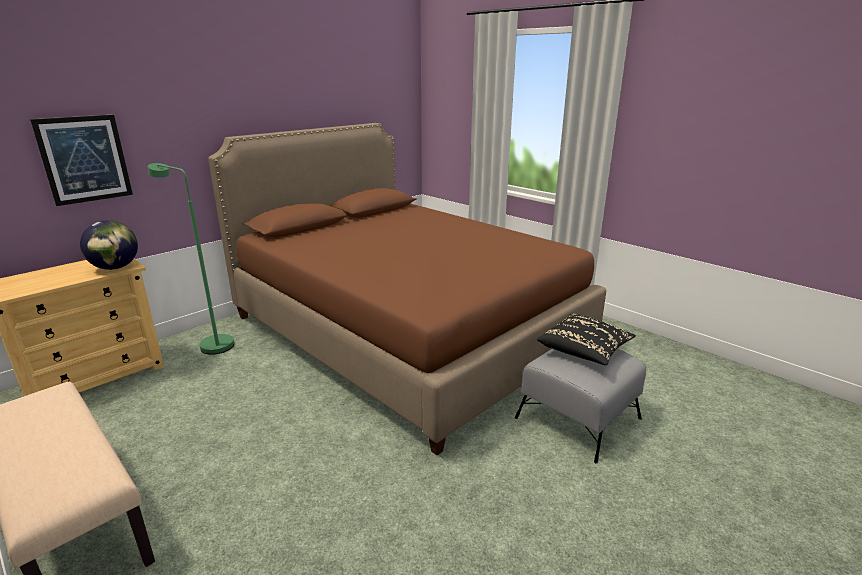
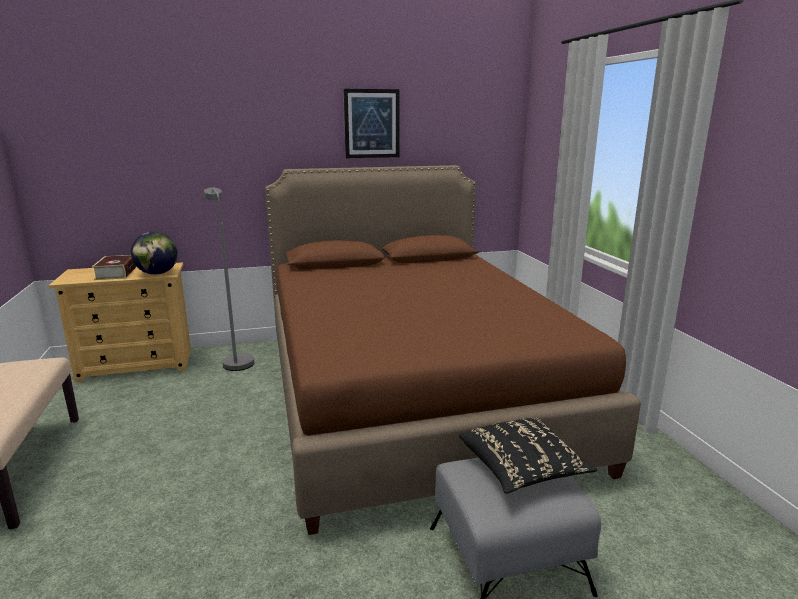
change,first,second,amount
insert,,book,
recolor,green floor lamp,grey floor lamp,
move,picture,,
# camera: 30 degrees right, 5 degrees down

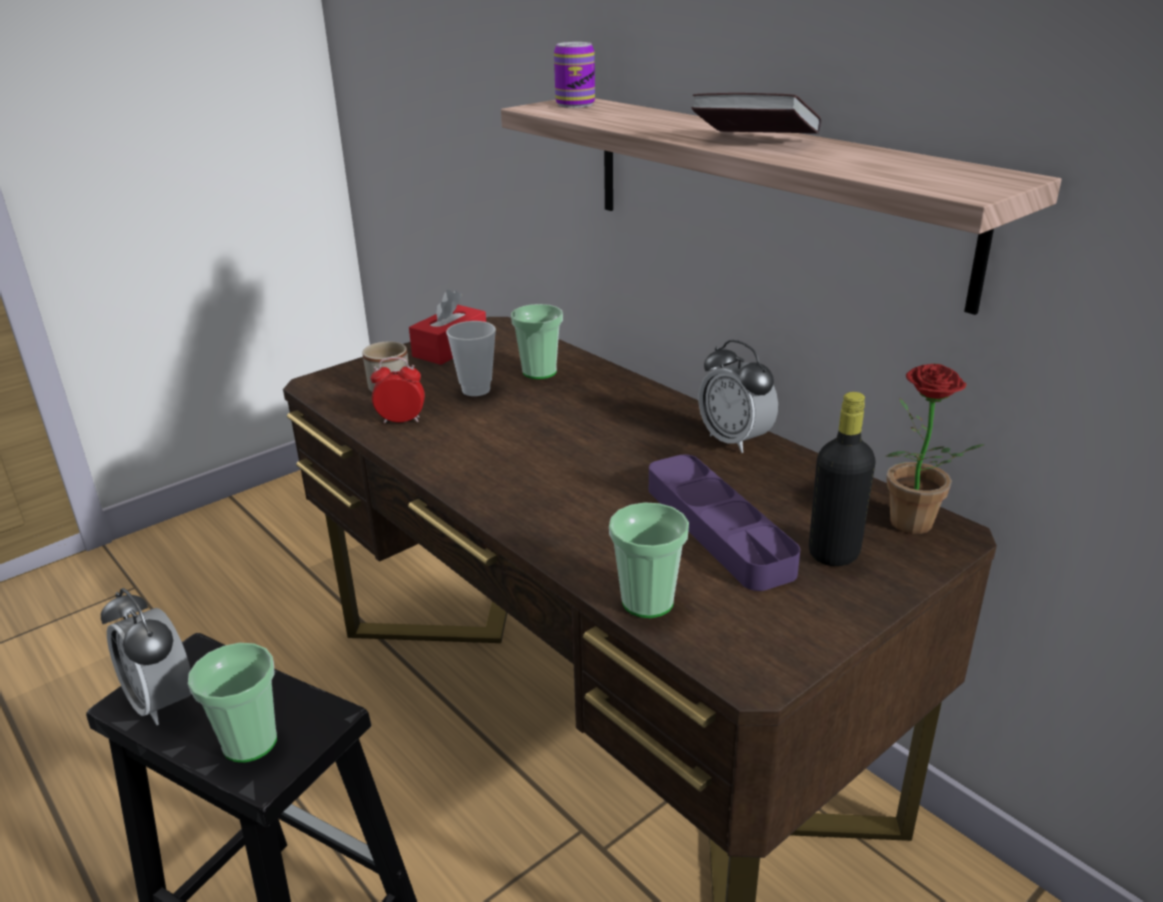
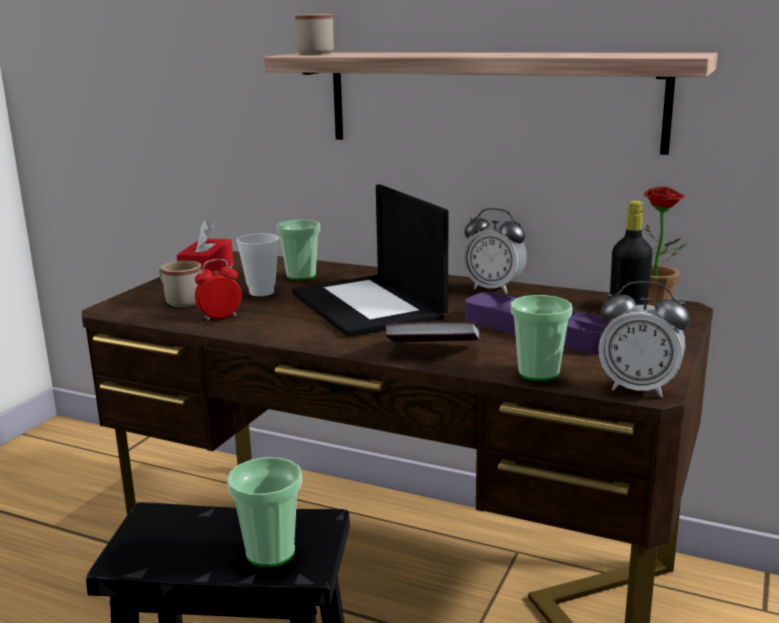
change,first,second,amount
insert,,laptop,
replace,can,beige mug (2nd from left),
move,book,,
move,alarm clock (1st from left in the first image),alarm clock (3rd from left),
# camera: 25 degrees left, 10 degrees down

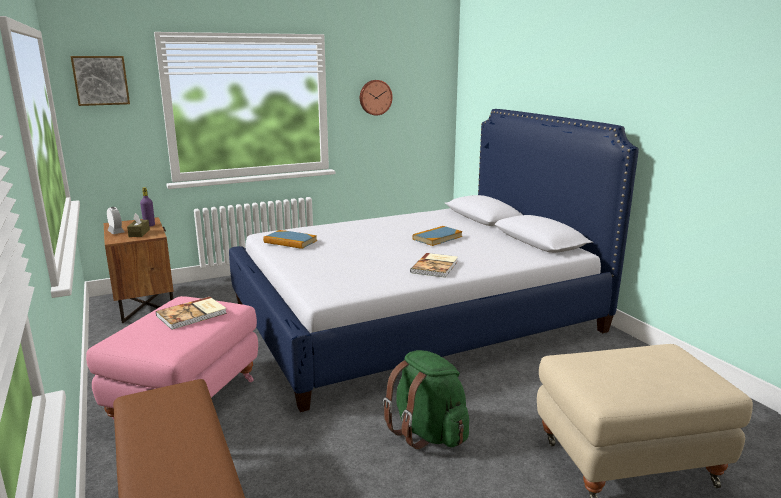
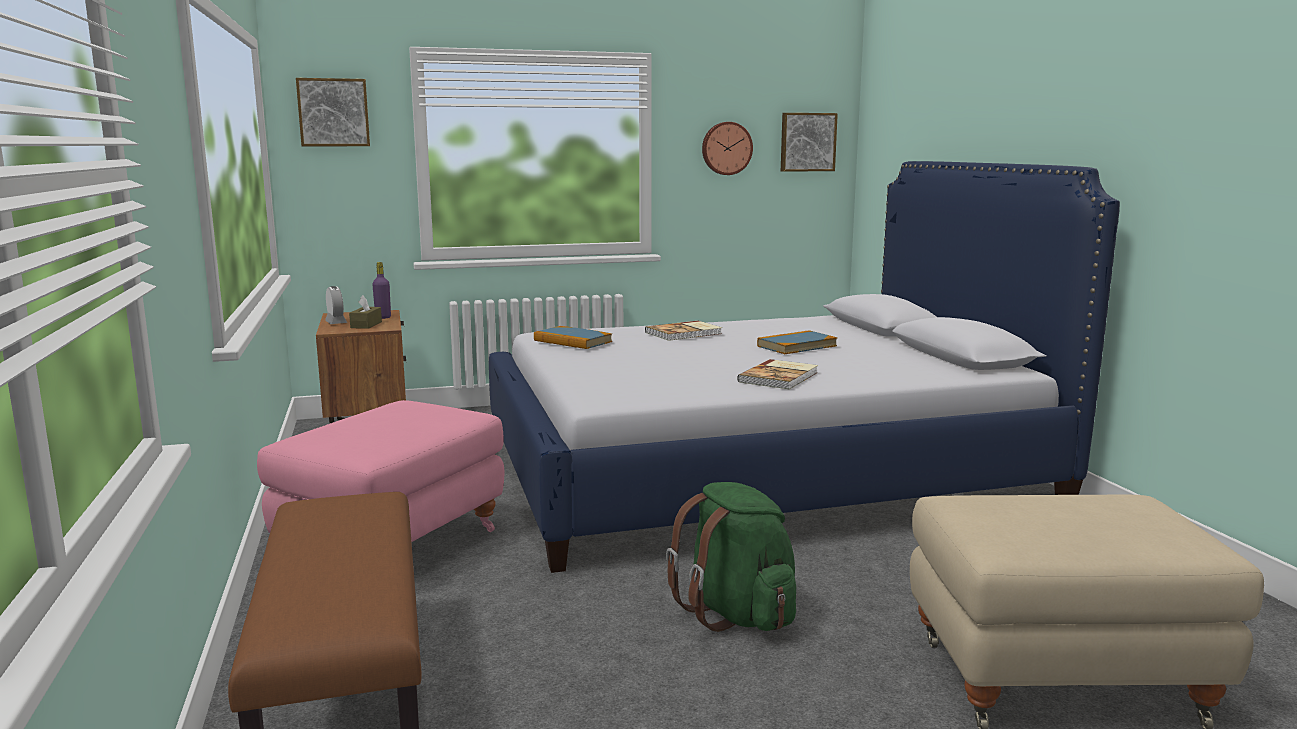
change,first,second,amount
move,book (1st from left in the first image),book (2nd from left),
insert,,picture (2nd from left),
# camera: 10 degrees right, 5 degrees down

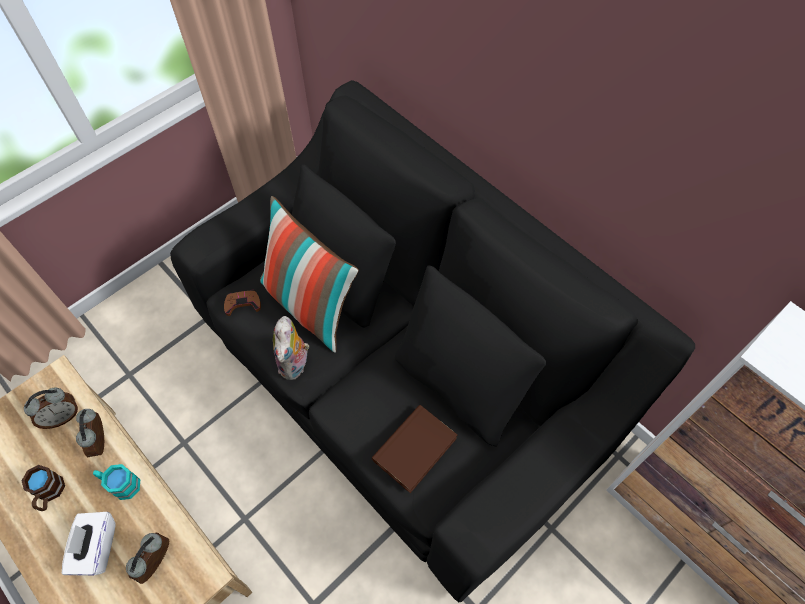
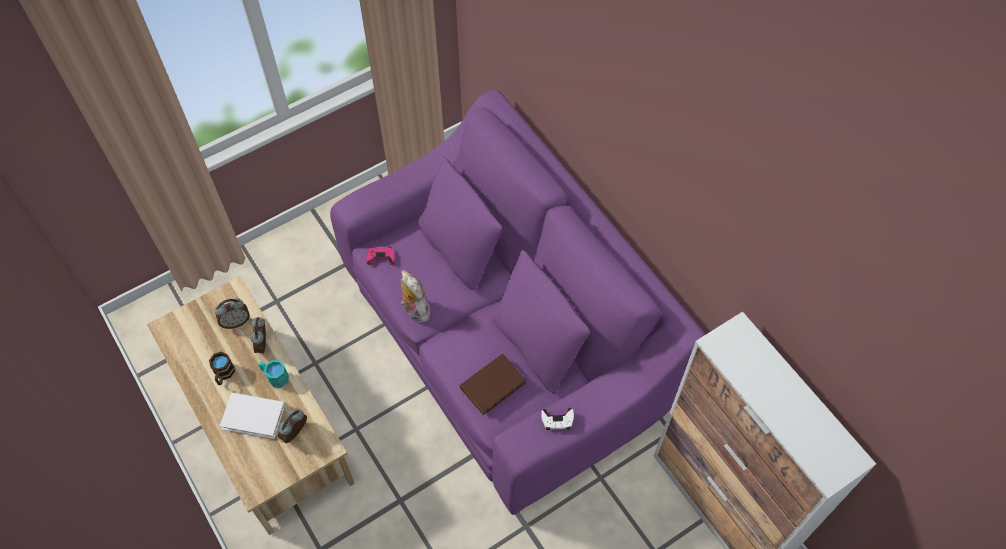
change,first,second,amount
replace,white tissue box,white book,
recolor,black sofa,purple sofa,
recolor,brown game controller,pink game controller,
rotate,plush toy,,135 degrees clockwise
insert,,white game controller,
delete,pillow,,
# camera: 10 degrees right, 0 degrees up

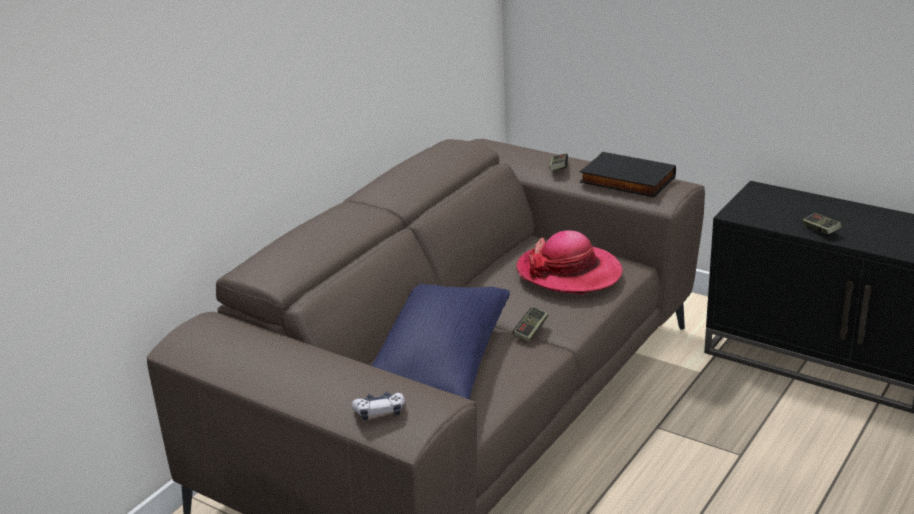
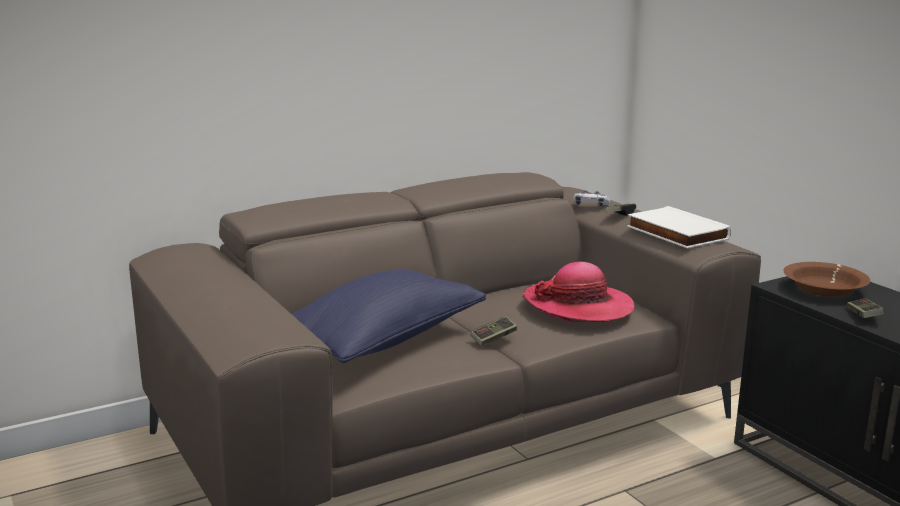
change,first,second,amount
move,game controller (1st from left in the first image),game controller (2nd from left),
recolor,black book,white book,
insert,,brown bowl,
# camera: 25 degrees right, 10 degrees down

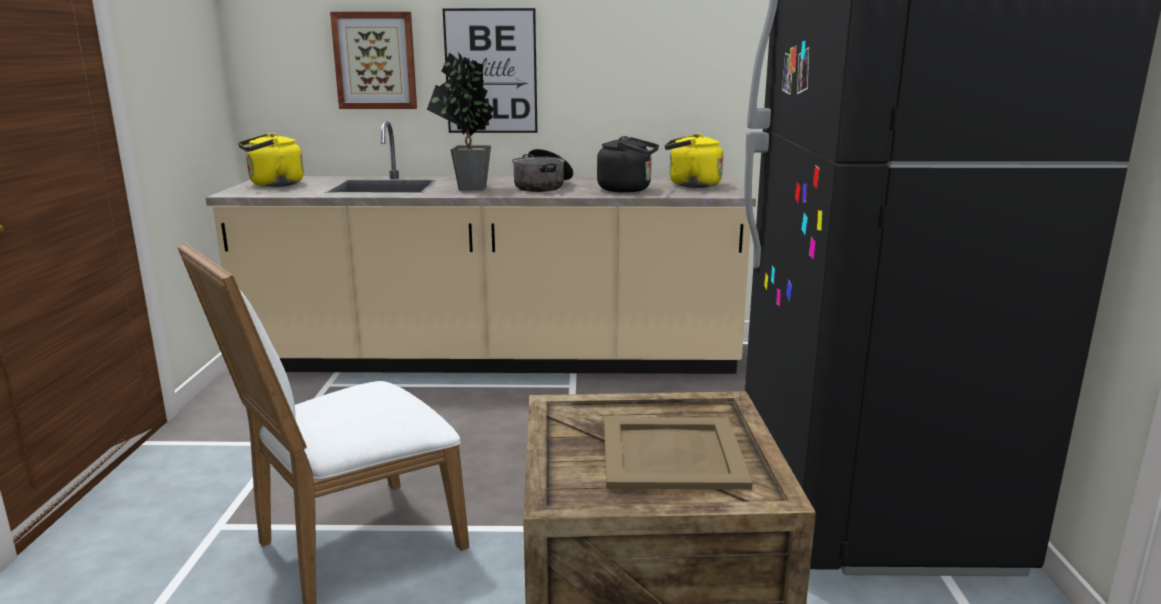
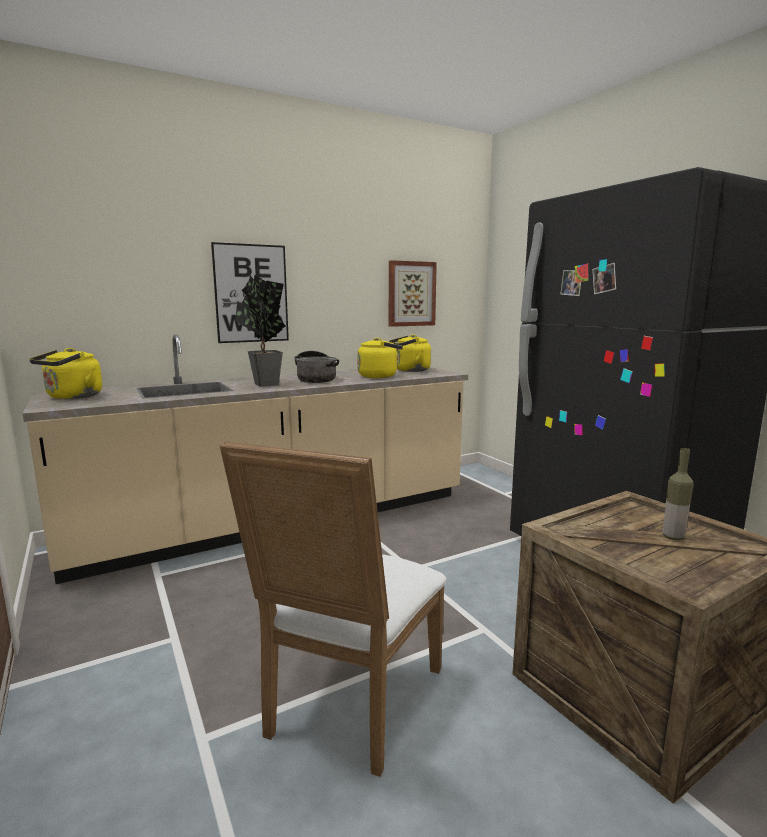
change,first,second,amount
recolor,black kettle,yellow kettle (2nd from left),
move,picture (1st from left in the first image),picture (2nd from left),
replace,beige tray,bottle,
# camera: 30 degrees left, 5 degrees down

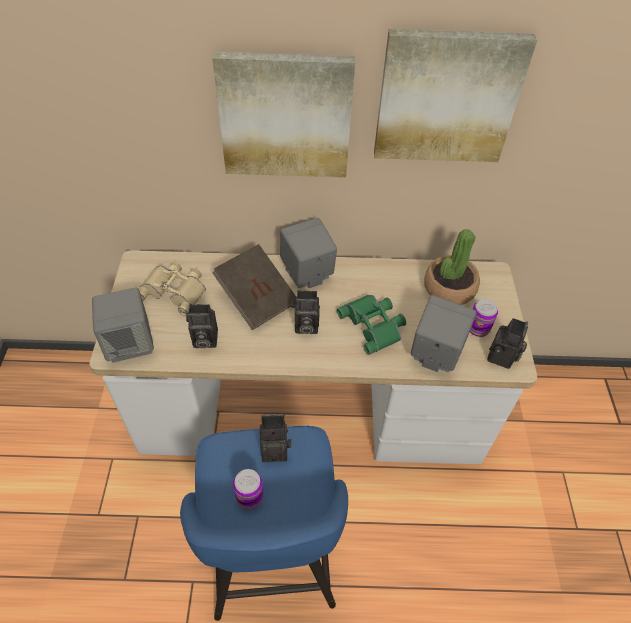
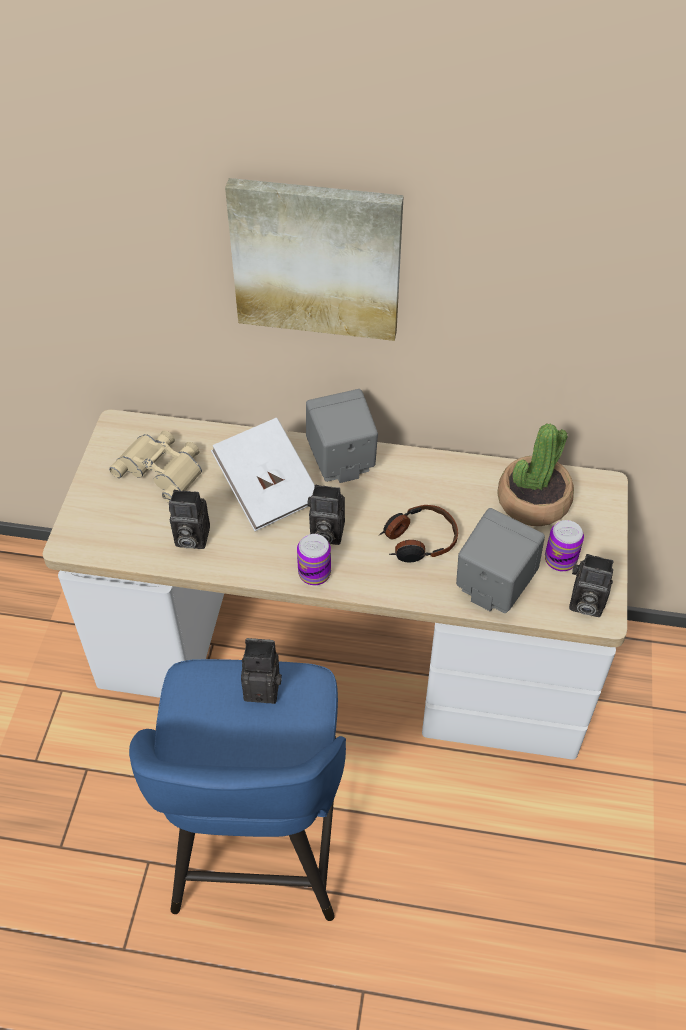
change,first,second,amount
recolor,brown book,white book,
move,can (1st from left),,
replace,green binoculars,headphones,
rotate,photo camera (4th from left),,75 degrees clockwise
delete,grey speaker (1st from left),,
delete,picture (2nd from left),,
# camera: 10 degrees right, 0 degrees up

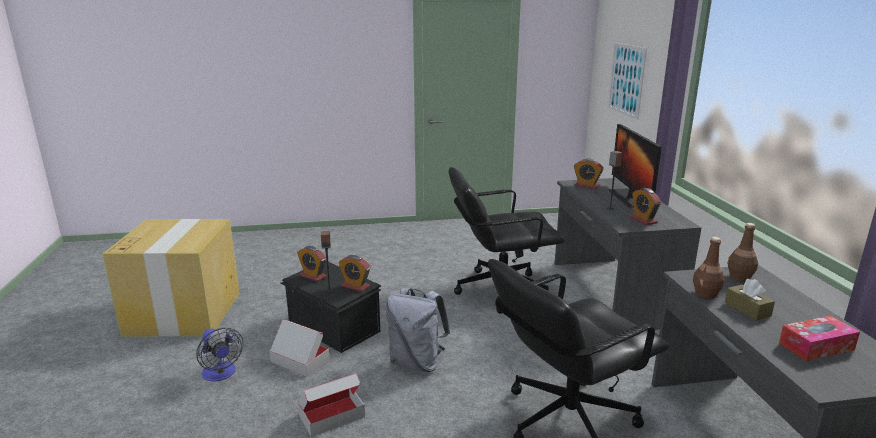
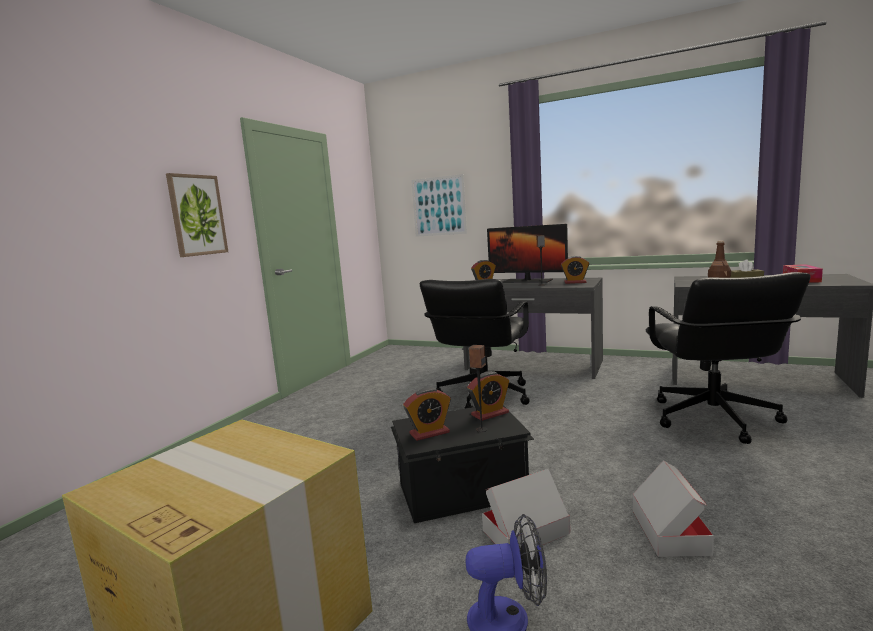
change,first,second,amount
insert,,picture (1st from left),
delete,grey backpack,,
delete,brown bottle (2nd from left),,
# camera: 55 degrees left, 10 degrees down

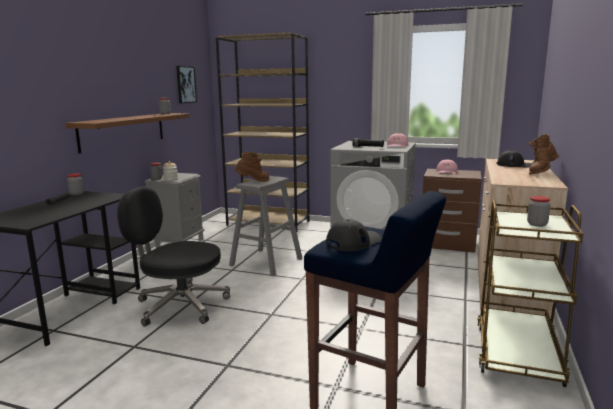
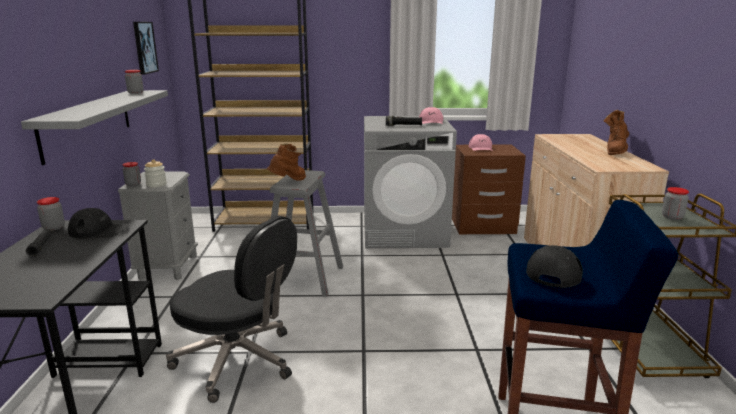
change,first,second,amount
recolor,brown shelf,grey shelf,
move,black cap (2nd from left in the first image),black cap (1st from left),
rotate,black office chair,,150 degrees counterclockwise
# camera: 20 degrees left, 5 degrees up

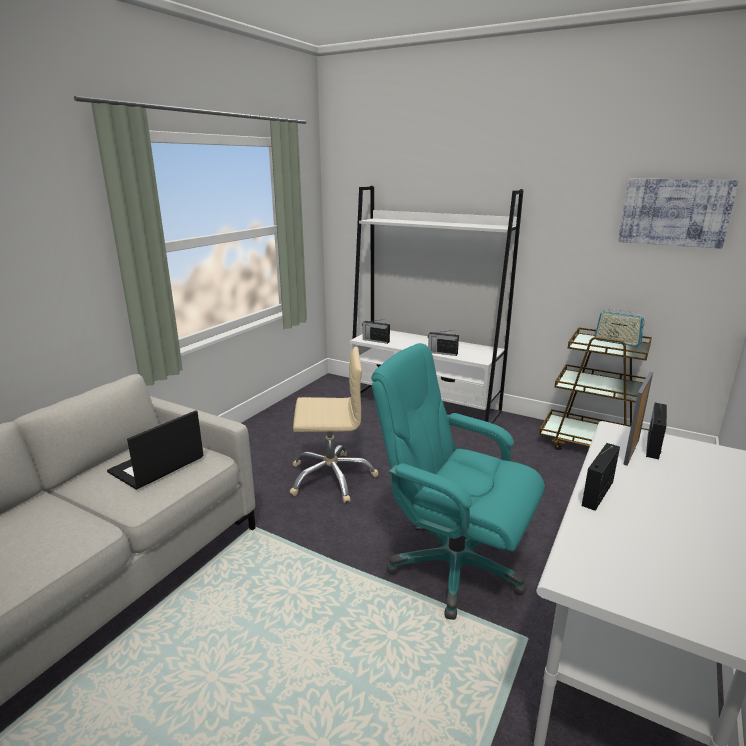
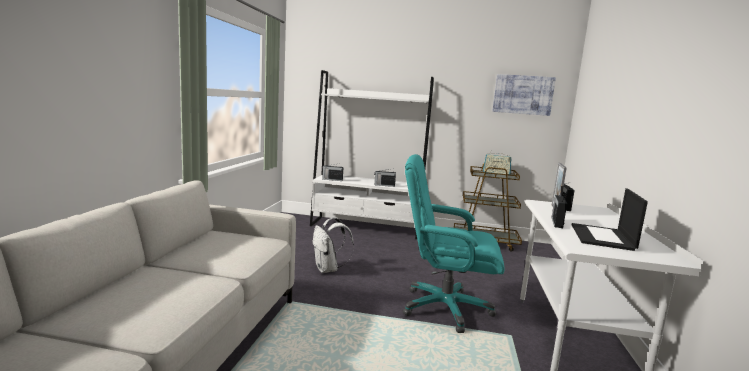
change,first,second,amount
replace,beige office chair,white backpack,
move,laptop,,
# camera: 20 degrees left, 10 degrees down

